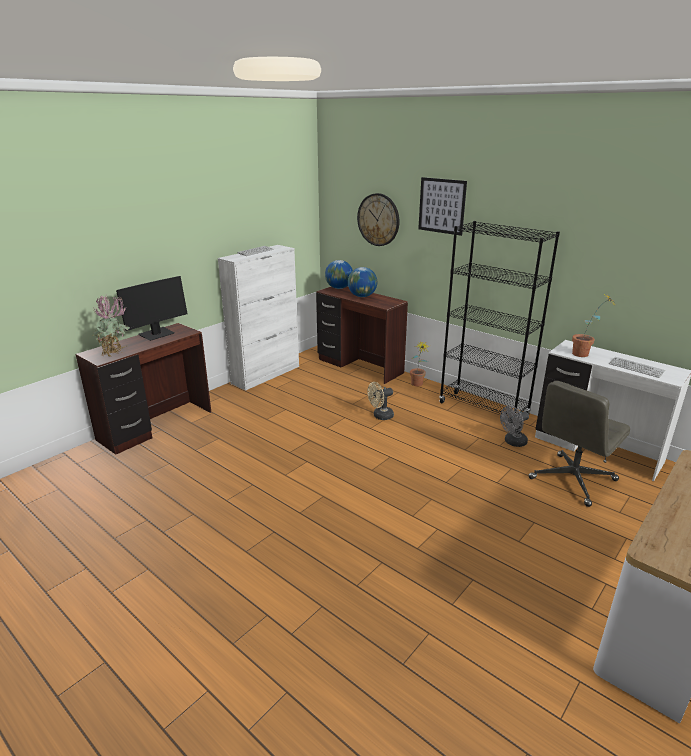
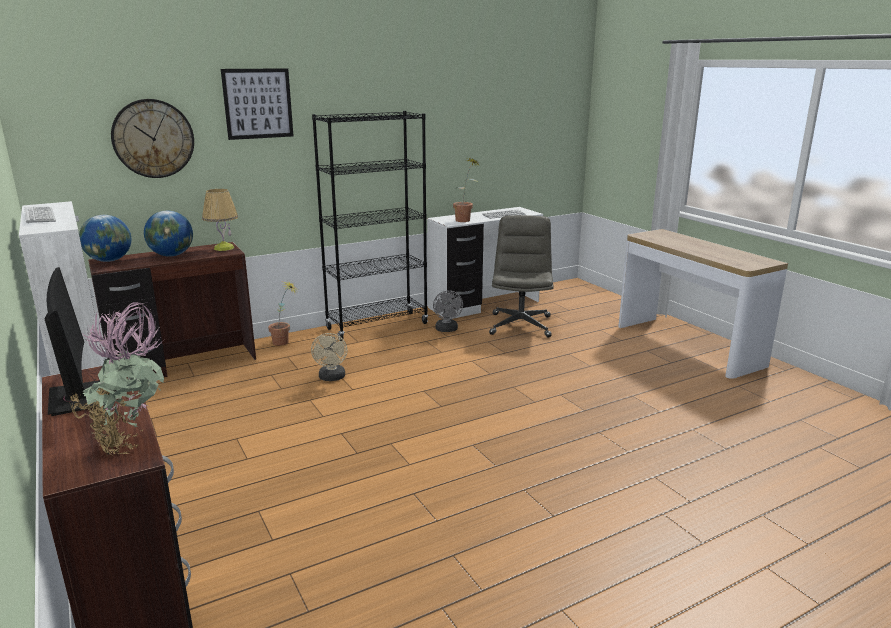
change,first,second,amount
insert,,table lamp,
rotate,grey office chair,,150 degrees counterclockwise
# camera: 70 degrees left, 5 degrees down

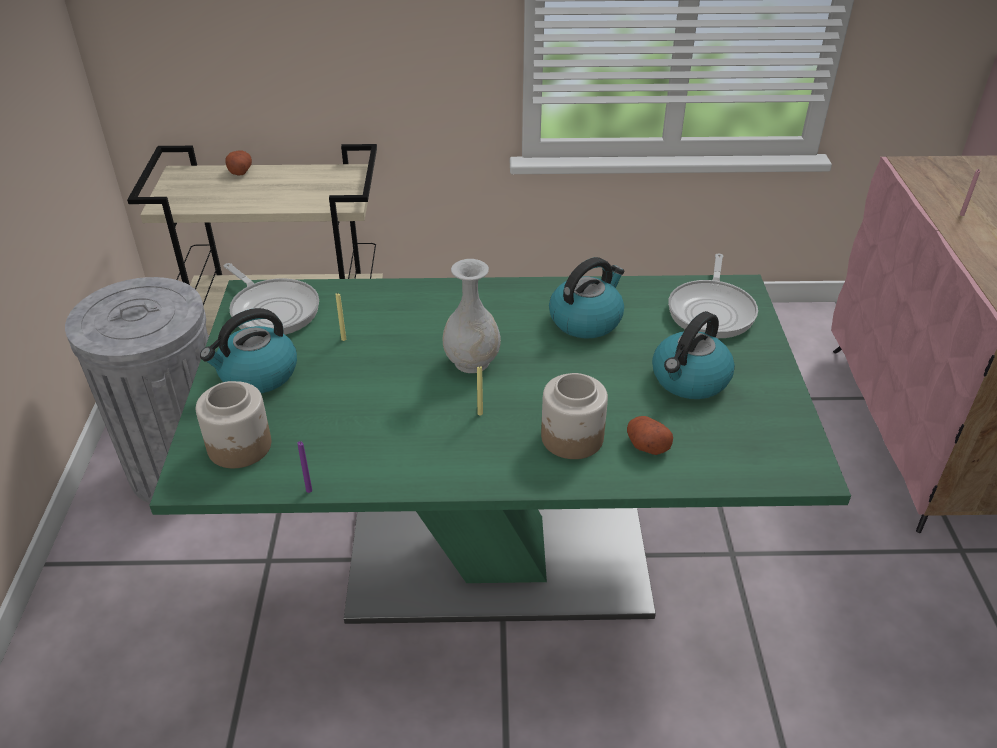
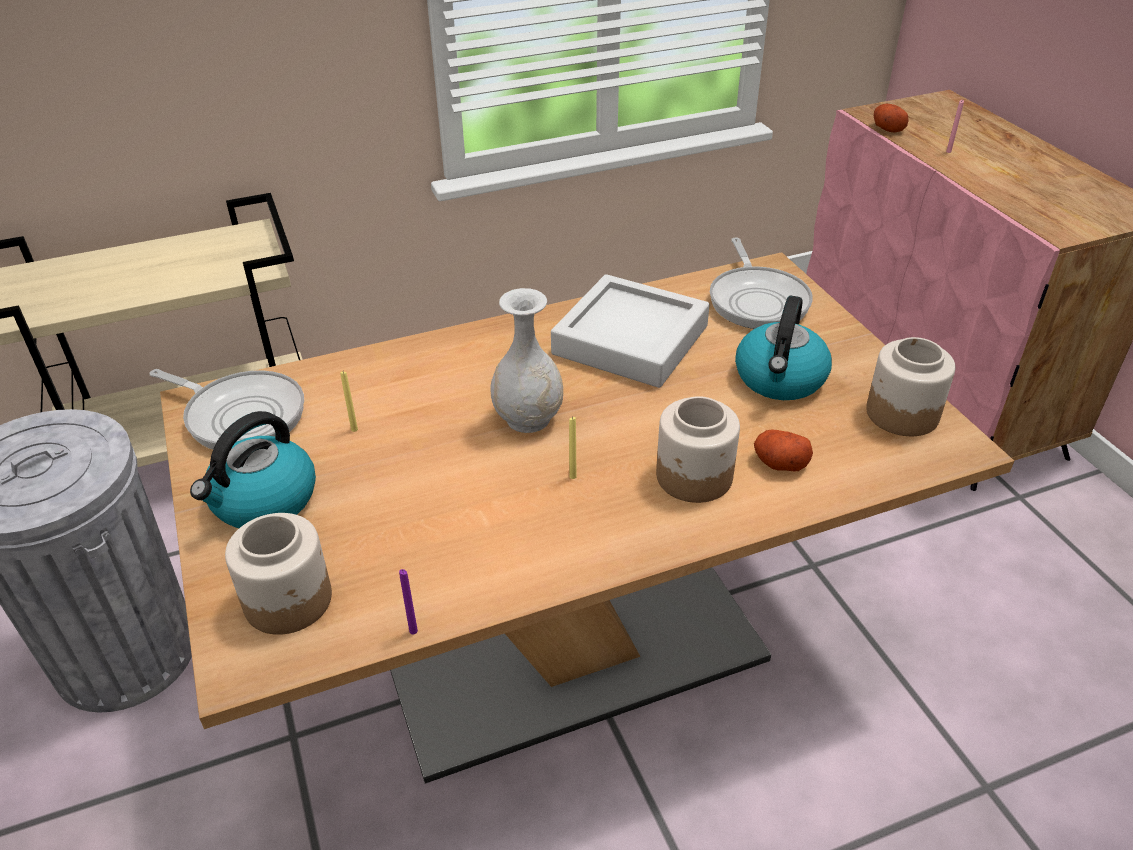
change,first,second,amount
recolor,green dining table,brown dining table,
replace,kettle (2nd from left),grey tray,
insert,,jar (3rd from left),
move,potato (1st from left in the first image),potato (2nd from left),
# camera: 20 degrees left, 0 degrees up

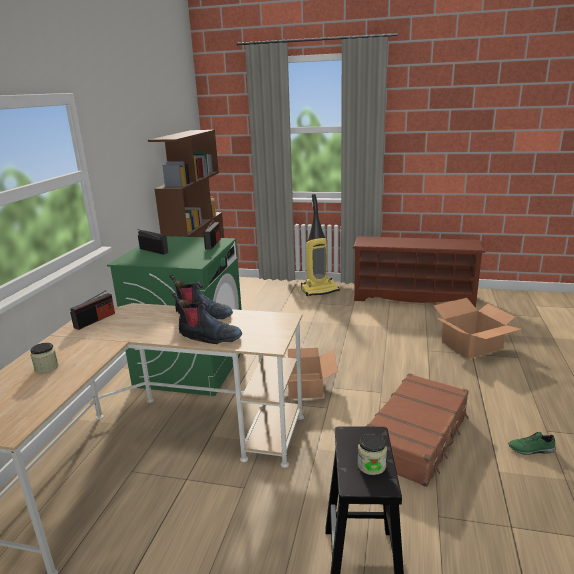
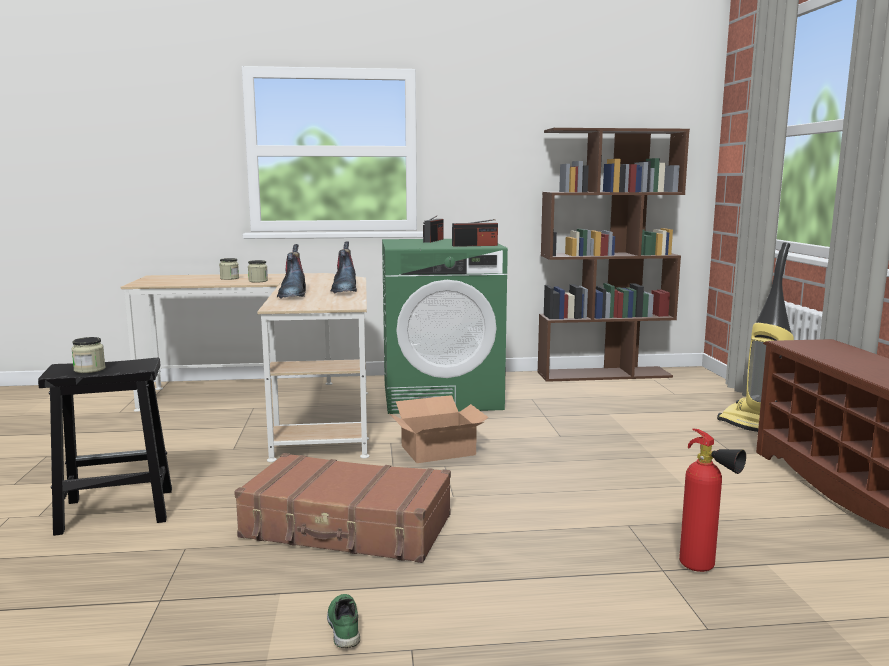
change,first,second,amount
insert,,jar (3rd from left),
replace,cardboard box (2nd from left),fire extinguisher,
delete,radio (1st from left),,
# camera: 70 degrees right, 10 degrees down

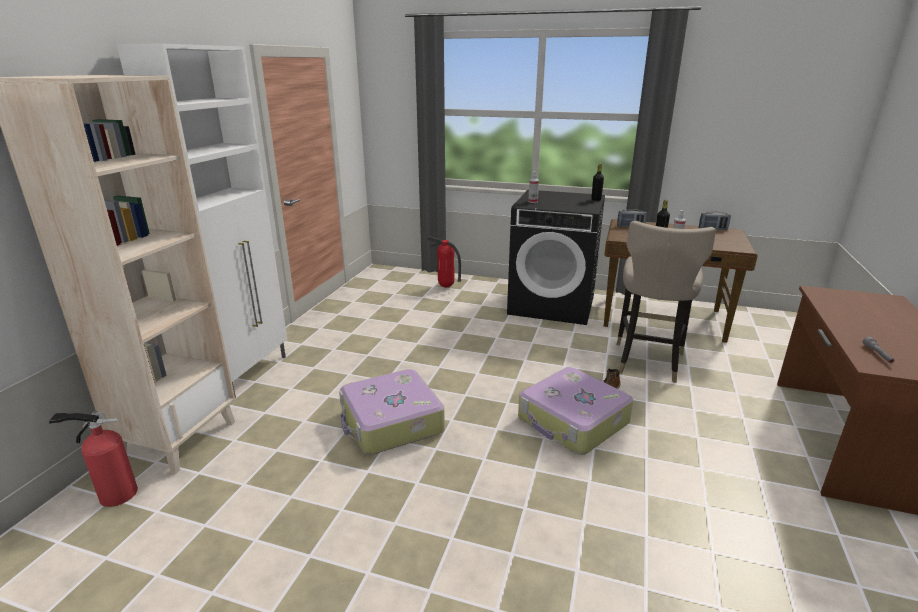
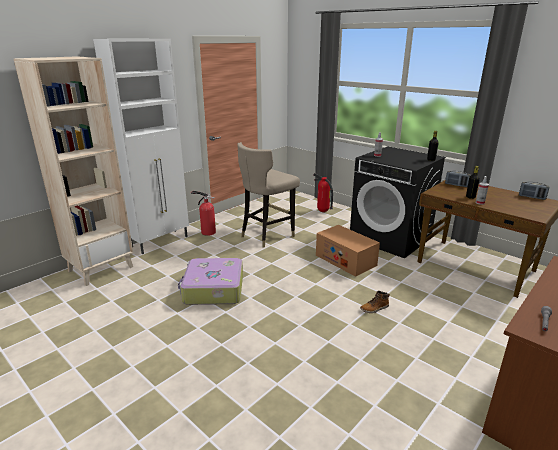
change,first,second,amount
move,fire extinguisher (1st from left),,
move,beige stool,,
insert,,cardboard box,
delete,suitcase (2nd from left),,
# camera: 25 degrees right, 0 degrees up

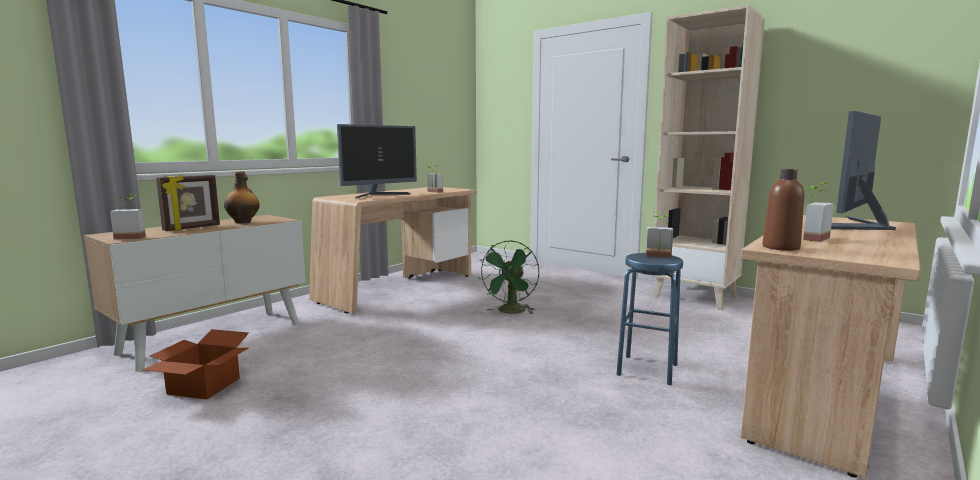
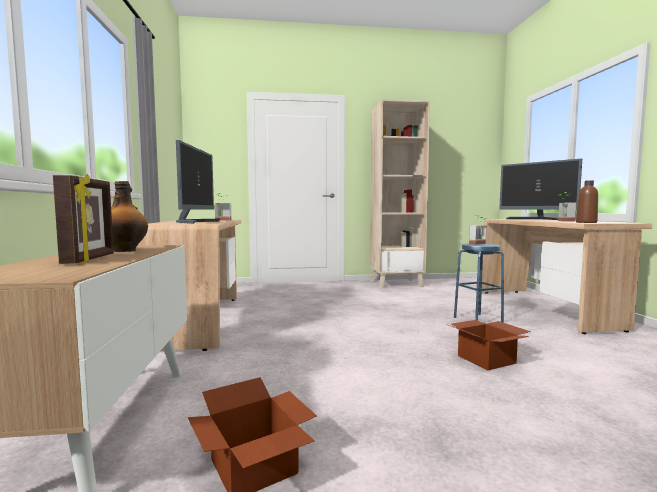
change,first,second,amount
insert,,cardboard box (2nd from left),
rotate,monitor (2nd from left),,45 degrees counterclockwise
delete,potted plant (1st from left),,
delete,green fan,,
# camera: 45 degrees left, 5 degrees down

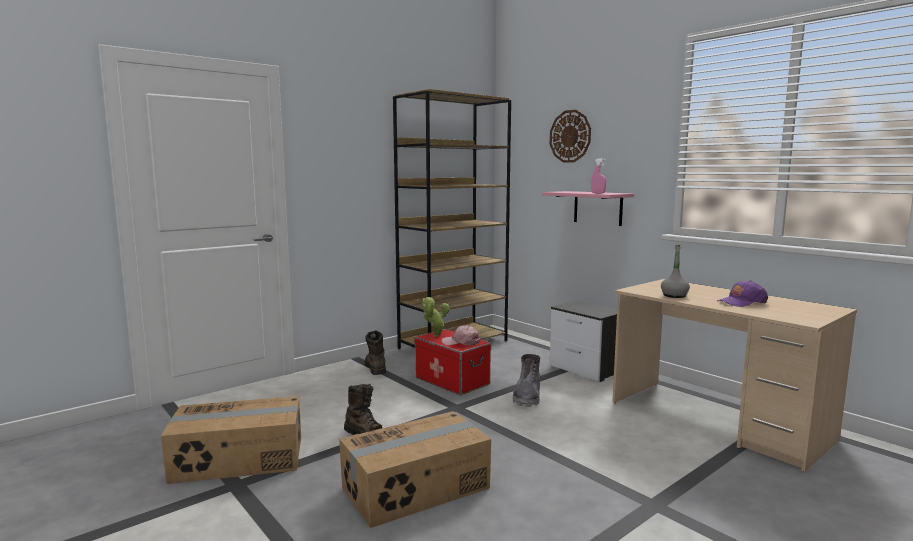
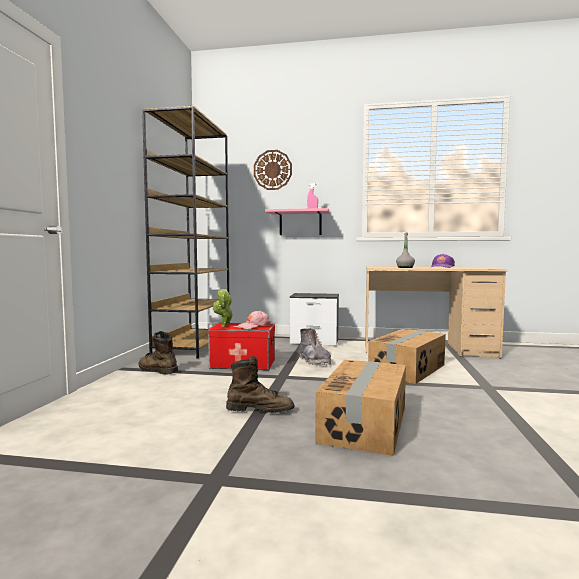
change,first,second,amount
move,cardboard box (1st from left in the first image),cardboard box (2nd from left),
# camera: 40 degrees left, 5 degrees down

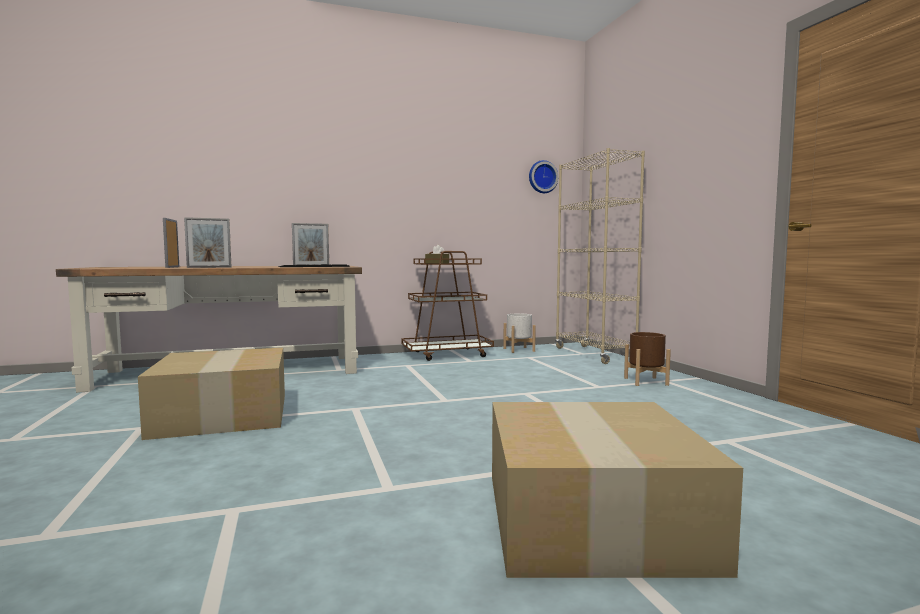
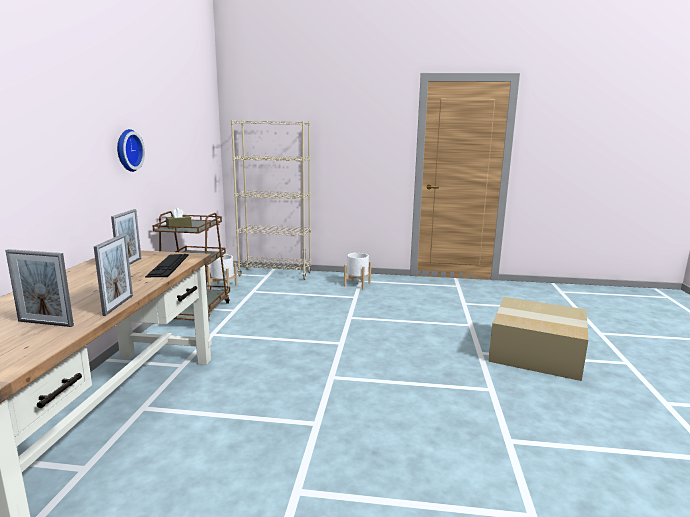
change,first,second,amount
move,wall clock,,
recolor,brown planter,white planter (2nd from left),
delete,cardboard box (1st from left),,
# camera: 65 degrees left, 10 degrees up

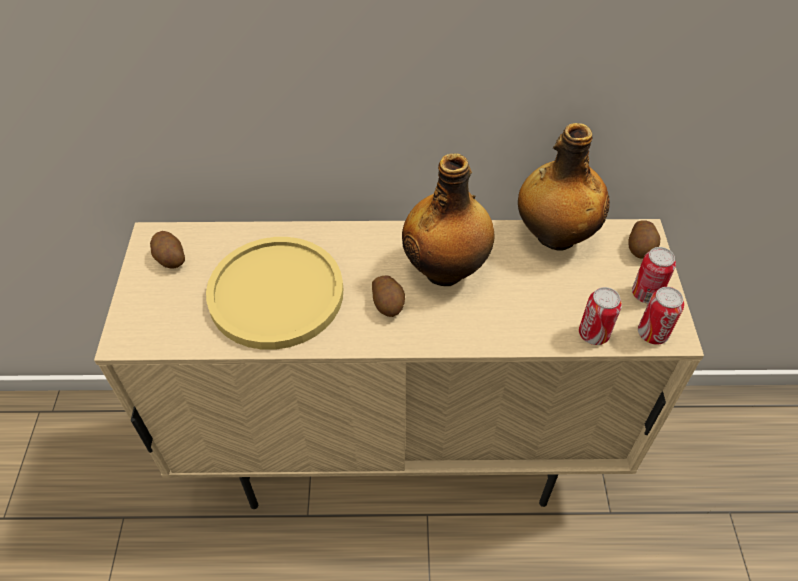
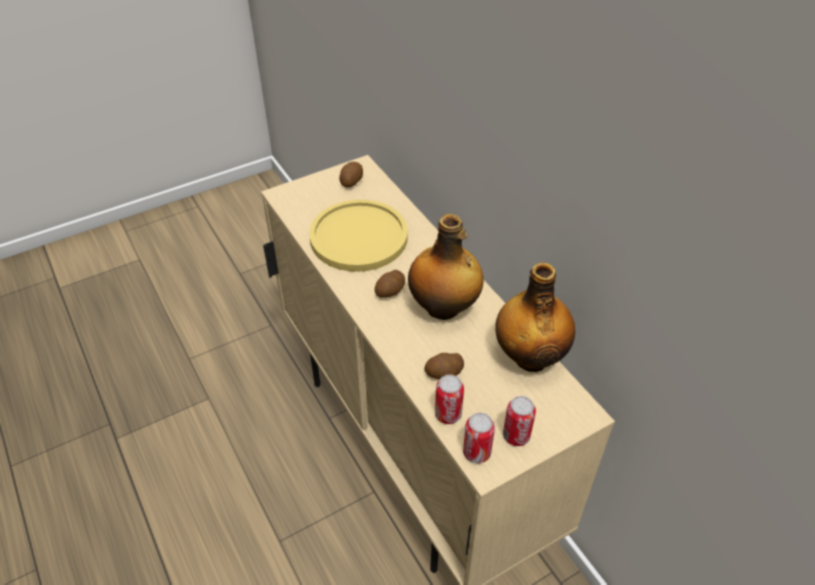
change,first,second,amount
move,potato (3rd from left),,
# camera: 60 degrees right, 5 degrees down

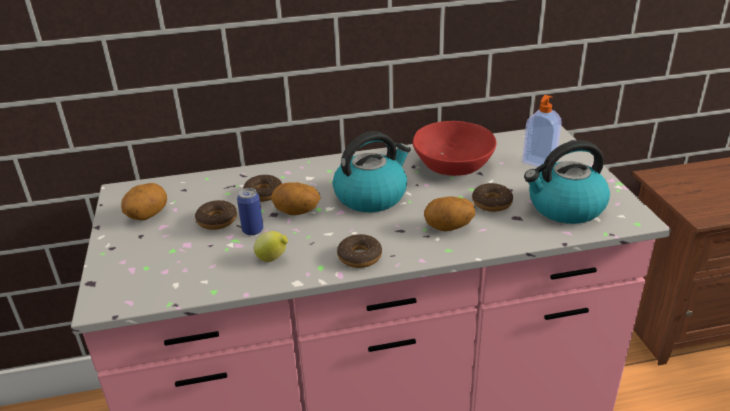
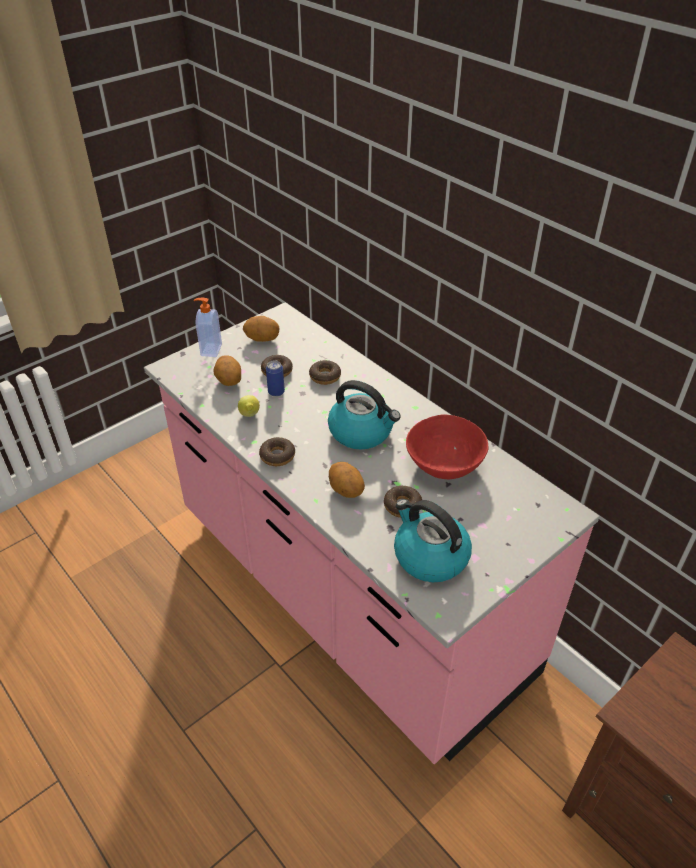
change,first,second,amount
move,soap dispenser,,
move,potato (2nd from left in the first image),potato (1st from left),
# camera: 60 degrees right, 10 degrees up

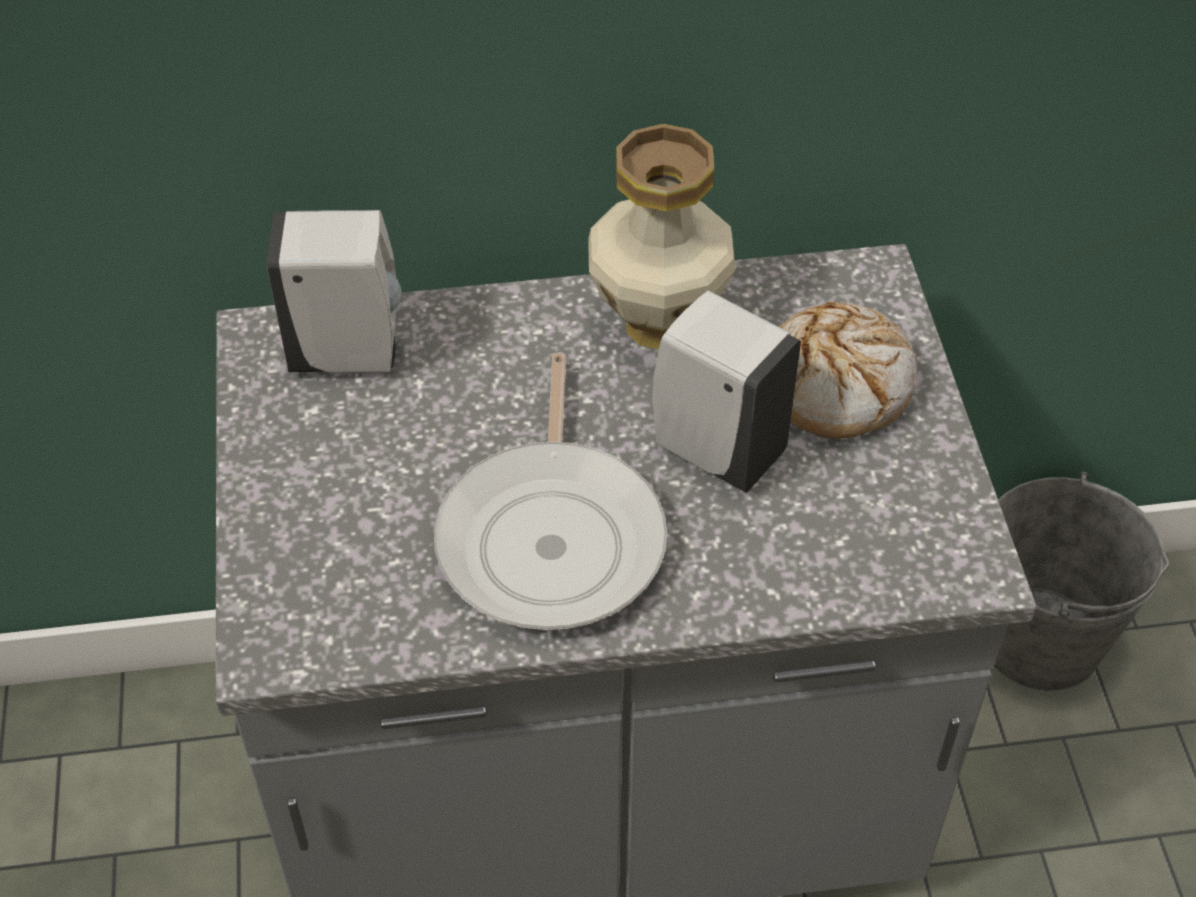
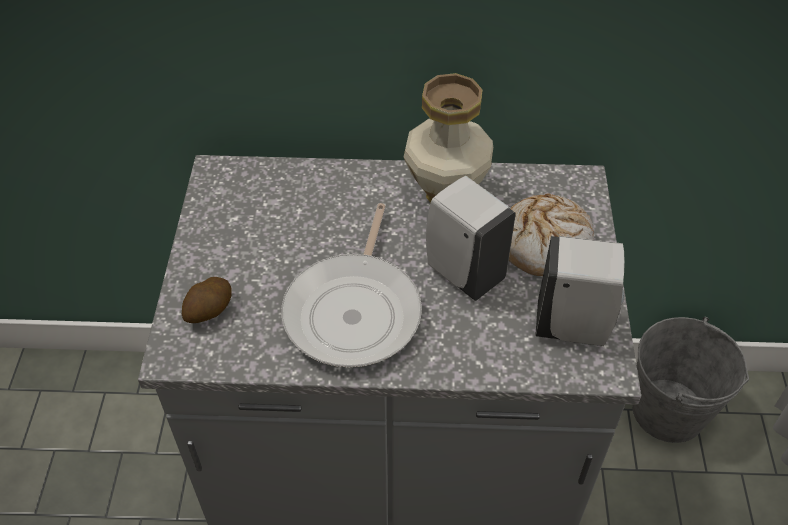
change,first,second,amount
insert,,potato,
move,white soap dispenser (1st from left in the first image),white soap dispenser (2nd from left),
# camera: 10 degrees right, 0 degrees up

